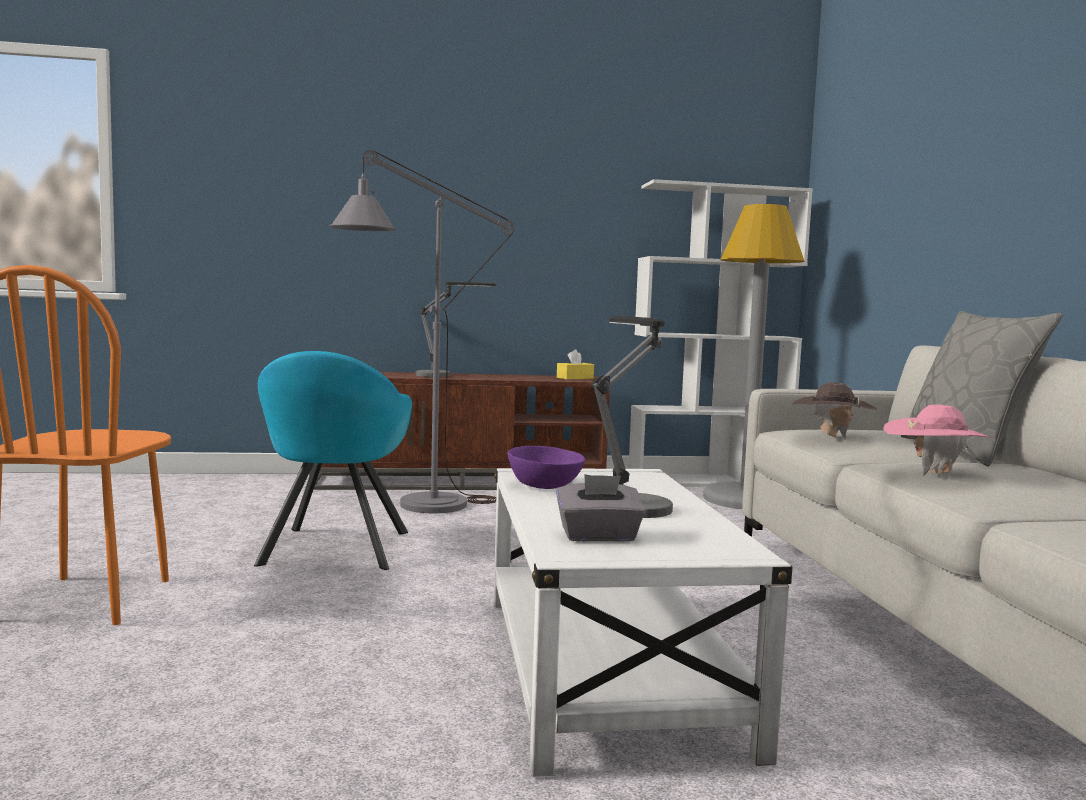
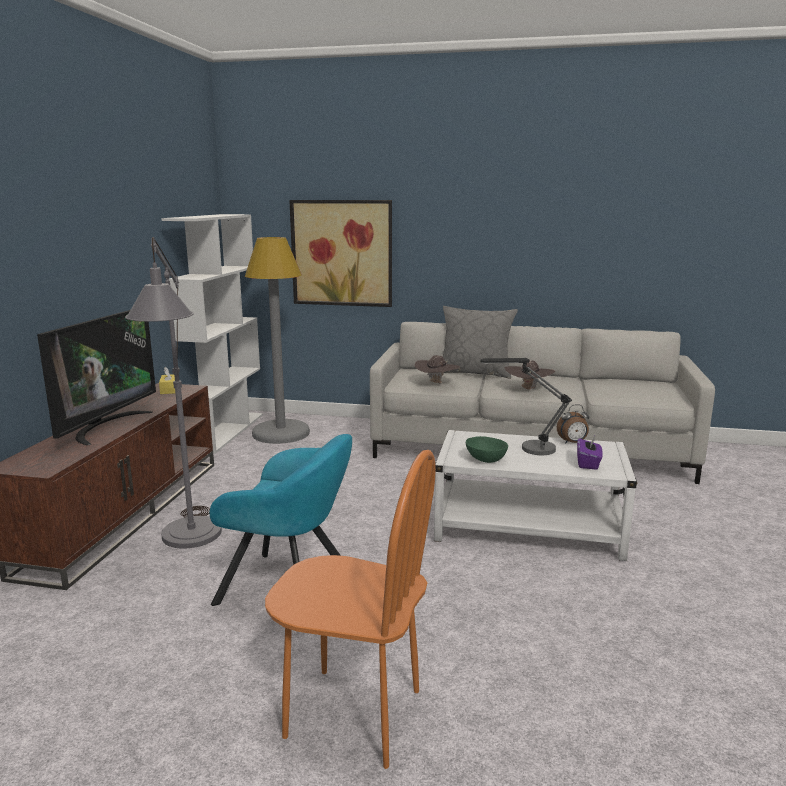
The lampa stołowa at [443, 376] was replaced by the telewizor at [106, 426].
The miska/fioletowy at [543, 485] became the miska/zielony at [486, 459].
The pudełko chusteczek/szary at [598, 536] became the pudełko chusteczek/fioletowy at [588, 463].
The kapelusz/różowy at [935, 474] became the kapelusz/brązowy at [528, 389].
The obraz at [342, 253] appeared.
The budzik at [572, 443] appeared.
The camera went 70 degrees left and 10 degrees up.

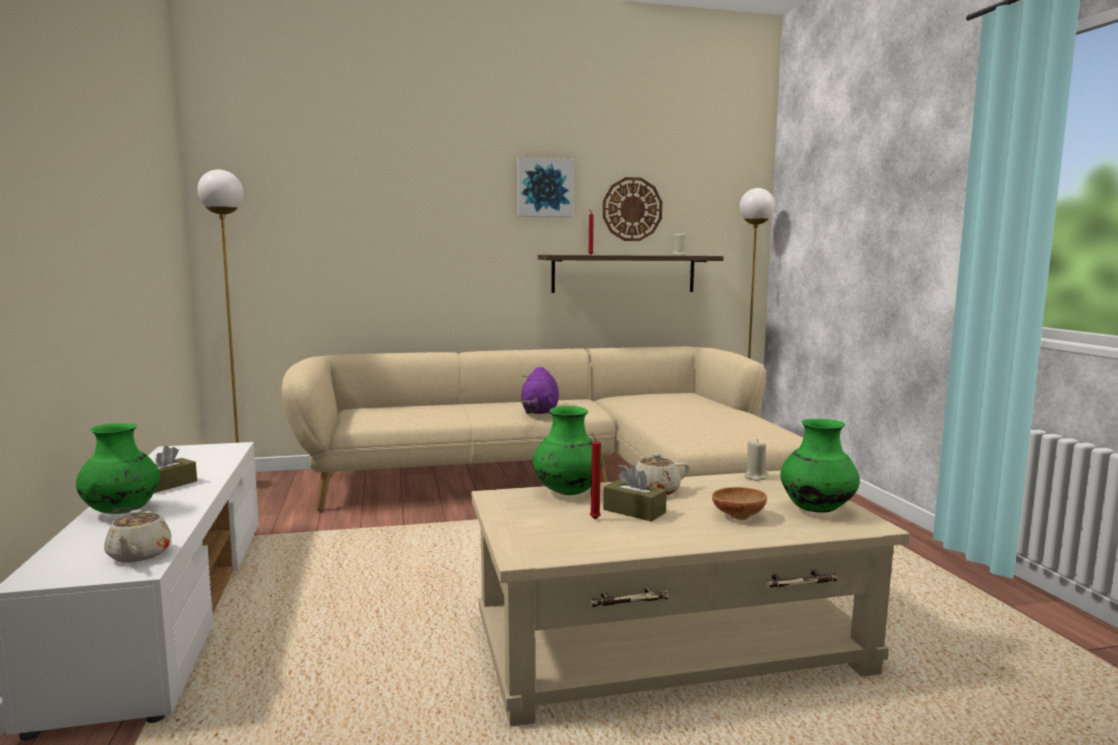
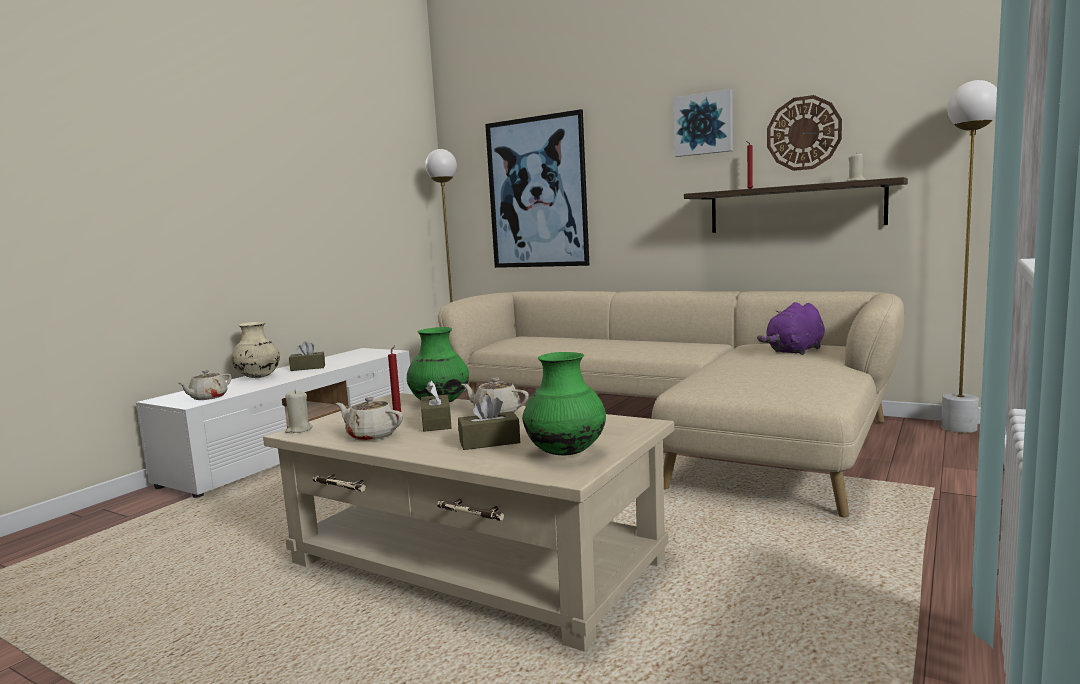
The wazon/zielony at [122, 511] became the wazon/beżowy at [258, 377].
The pluszak/fioletowy moved from [540, 412] to [794, 351].
The miska/brązowy at [737, 516] was replaced by the pudełko chusteczek/brązowy at [489, 442].
The świeca/beżowy moved from [755, 477] to [299, 430].
The imbryk/beżowy at [371, 436] appeared.
The obraz at [537, 193] appeared.
The camera went 45 degrees right and 0 degrees up.

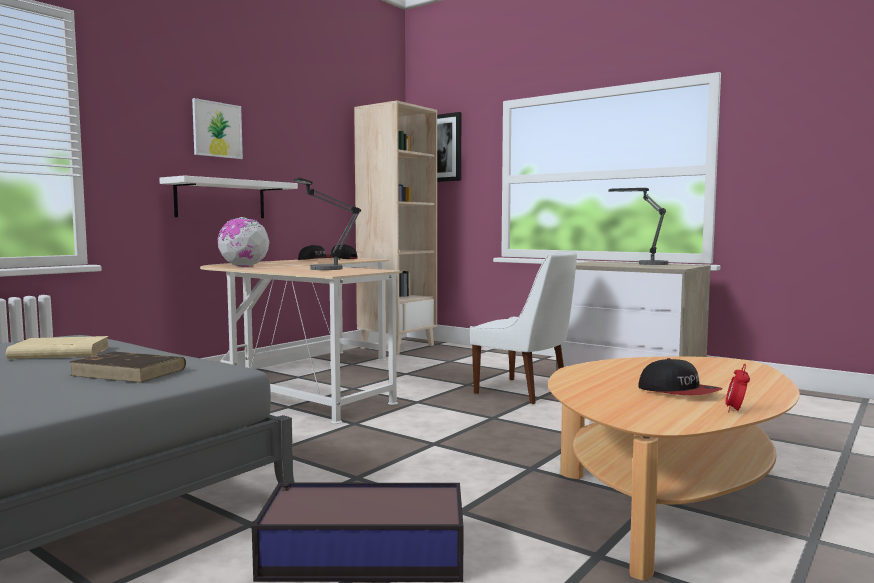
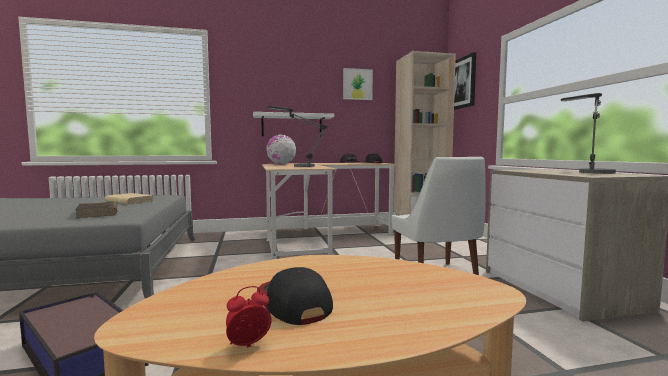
The obraz moved from [217, 130] to [357, 84].
The czapka z daszkiem at [678, 391] turned 150 degrees clockwise.
The camera went 40 degrees right and 0 degrees up.

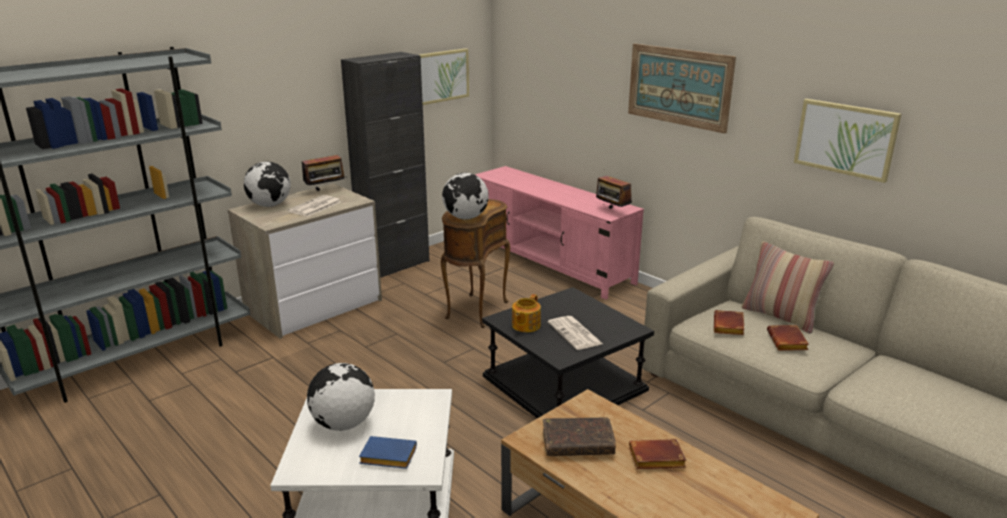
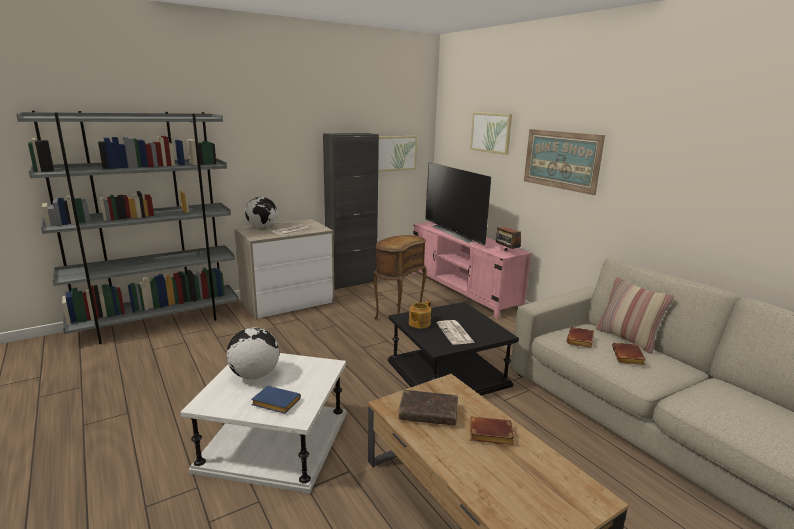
The radio at [325, 190] disappeared.
The globus at [465, 218] disappeared.
The obraz moved from [845, 139] to [491, 132].
The telewizor at [456, 233] appeared.
The camera went 10 degrees right and 5 degrees down.

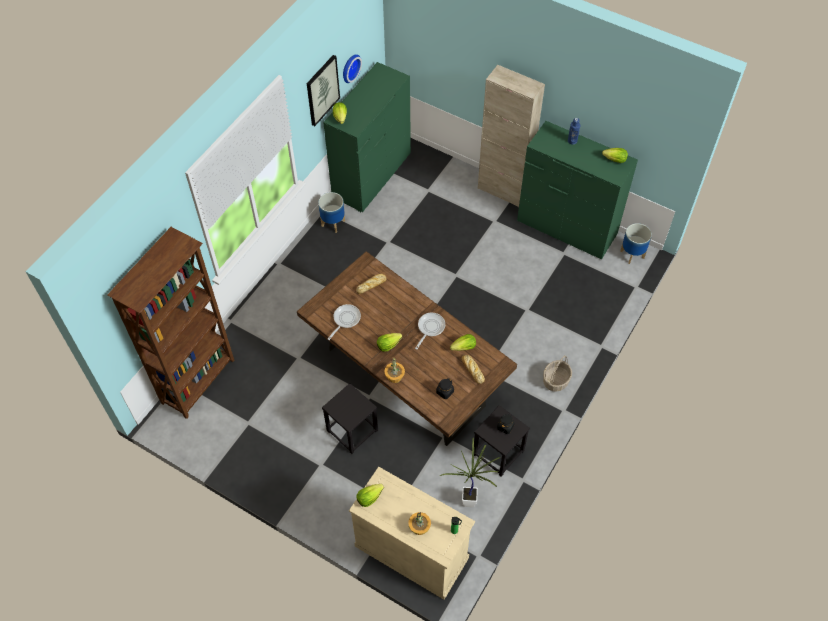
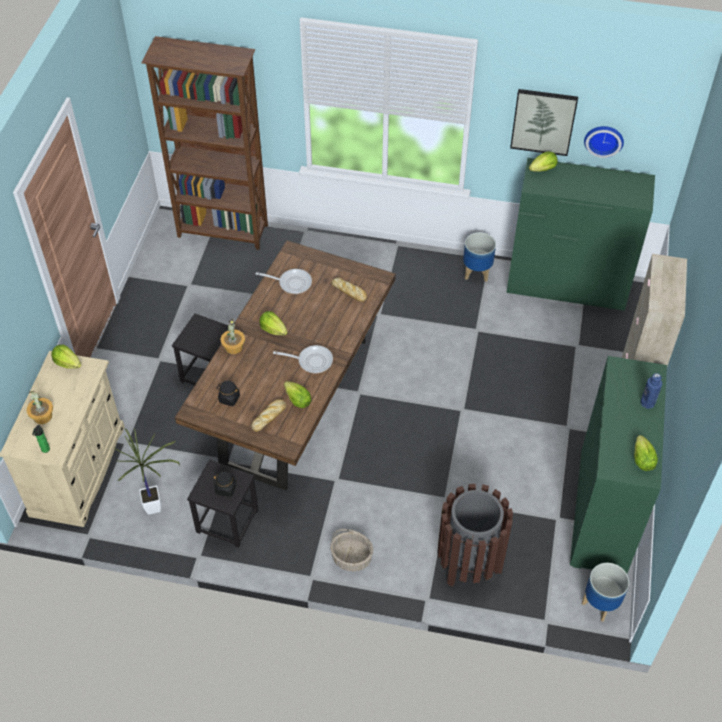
The kosz na śmieci/brązowy at [469, 562] appeared.
The camera went 70 degrees right and 5 degrees down.

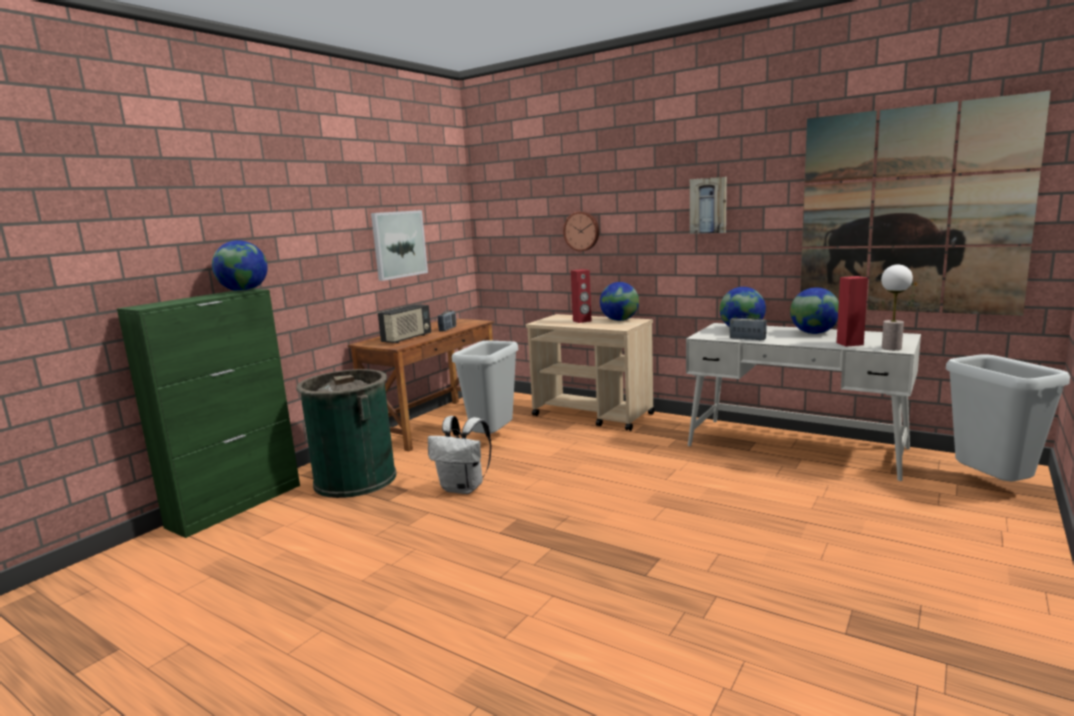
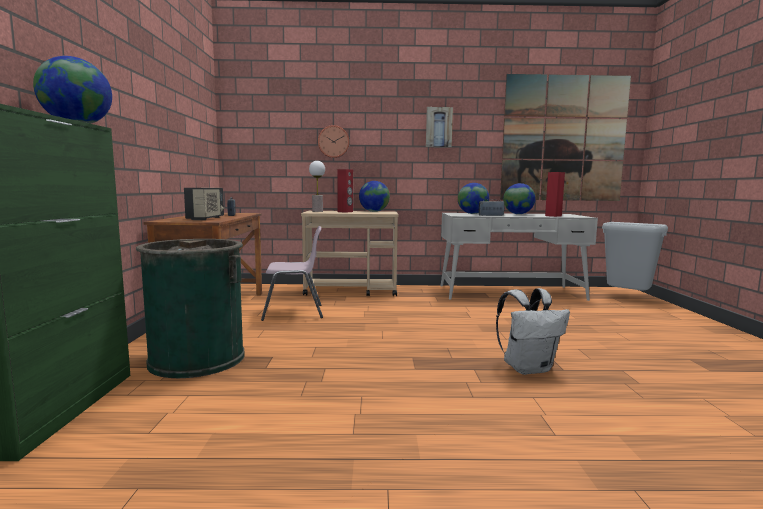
The obraz at [399, 244] disappeared.
The plecak/biały moved from [464, 488] to [528, 368].
The kosz na śmieci/szary at [493, 439] was replaced by the krzesło/różowy at [294, 312].
The lampa stołowa moved from [891, 348] to [317, 211].
The camera went 35 degrees left and 5 degrees down.

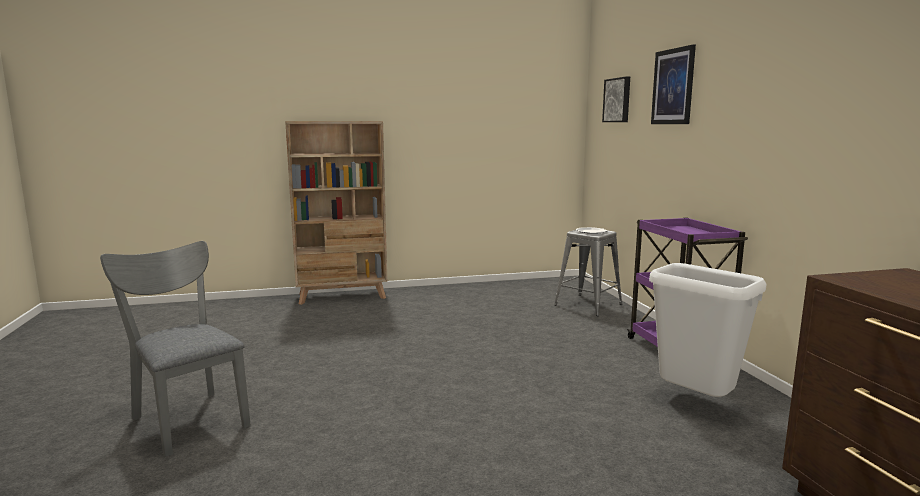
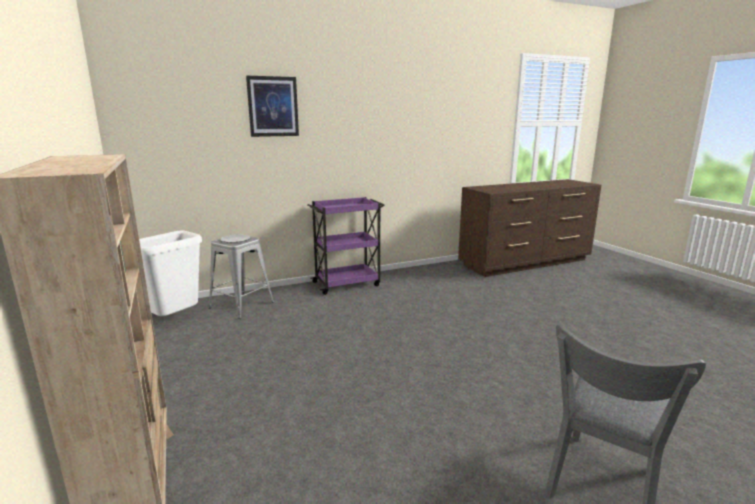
The obraz at [618, 100] disappeared.
The kosz na śmieci/biały moved from [696, 401] to [176, 319].
The camera went 100 degrees left and 5 degrees up.

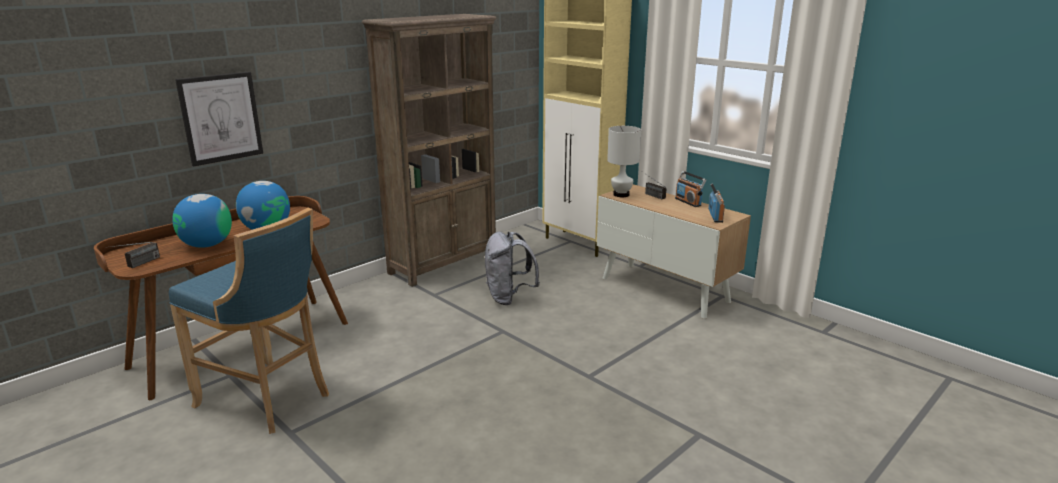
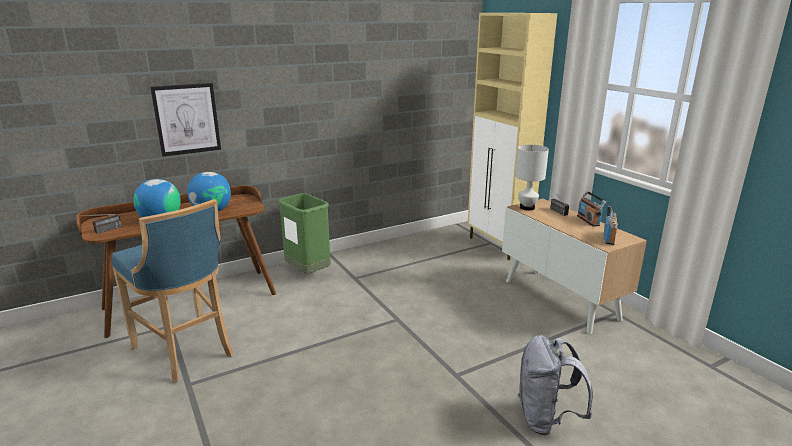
The regał/brązowy at [444, 263] disappeared.
The plecak/szary moved from [509, 298] to [546, 419].
The kosz na śmieci/zielony at [307, 272] appeared.
The camera went 15 degrees right and 0 degrees up.

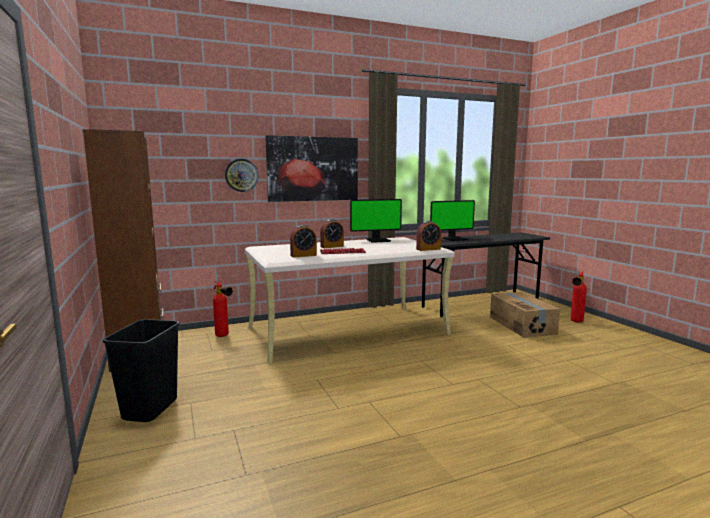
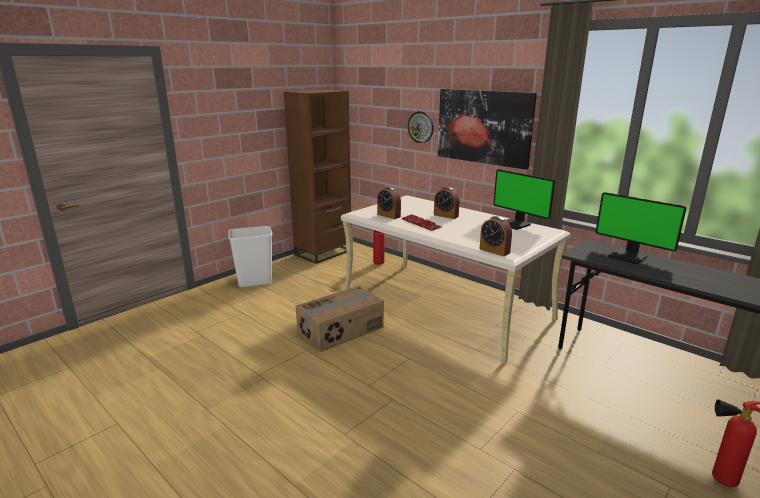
The kosz na śmieci/czarny at [149, 409] became the kosz na śmieci/biały at [255, 282].
The karton moved from [522, 325] to [341, 330].
The camera went 65 degrees right and 10 degrees up.

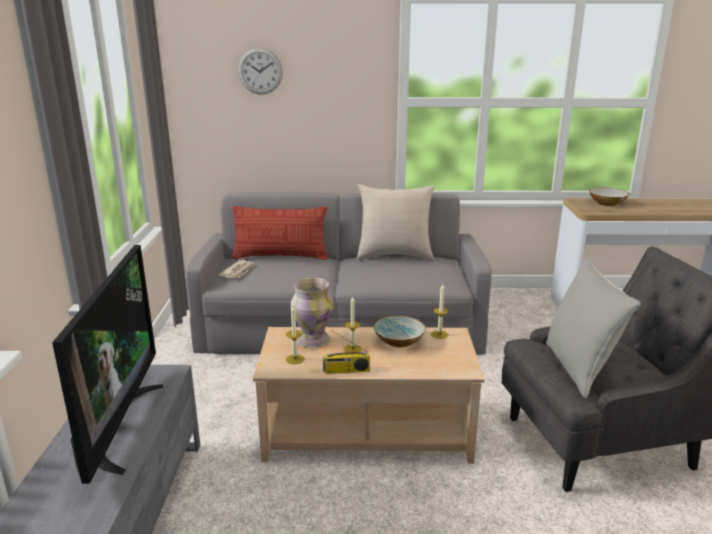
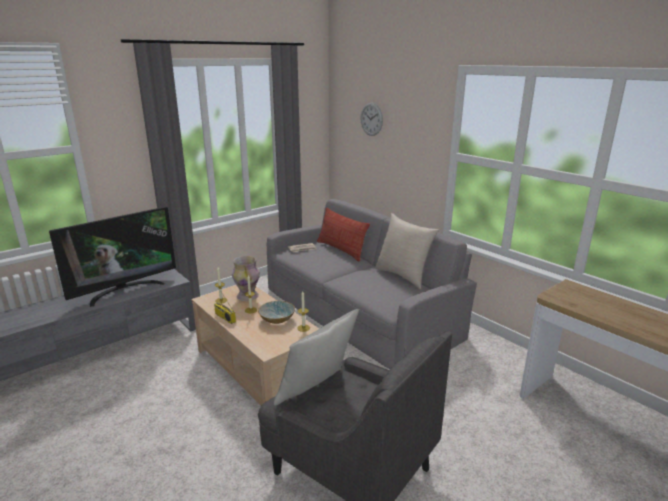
The miska at [606, 203] disappeared.
The camera went 50 degrees right and 0 degrees up.

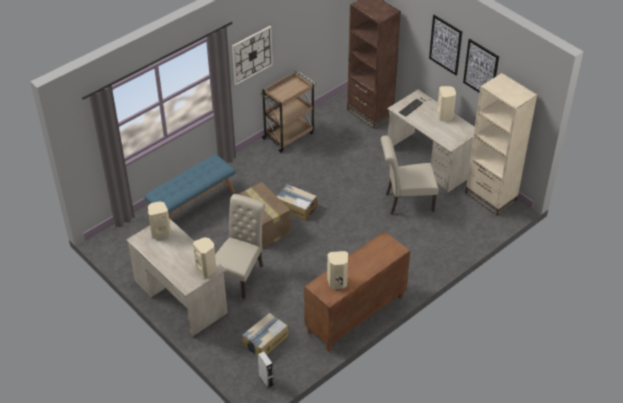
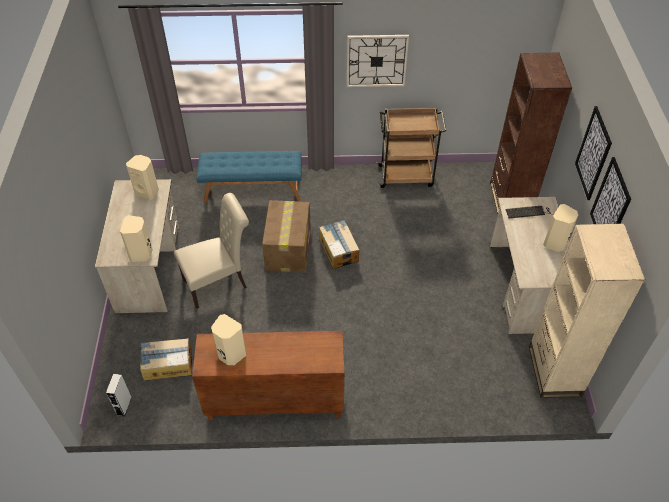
The krzesło/beżowy at [406, 202] disappeared.
The camera went 40 degrees right and 5 degrees up.

